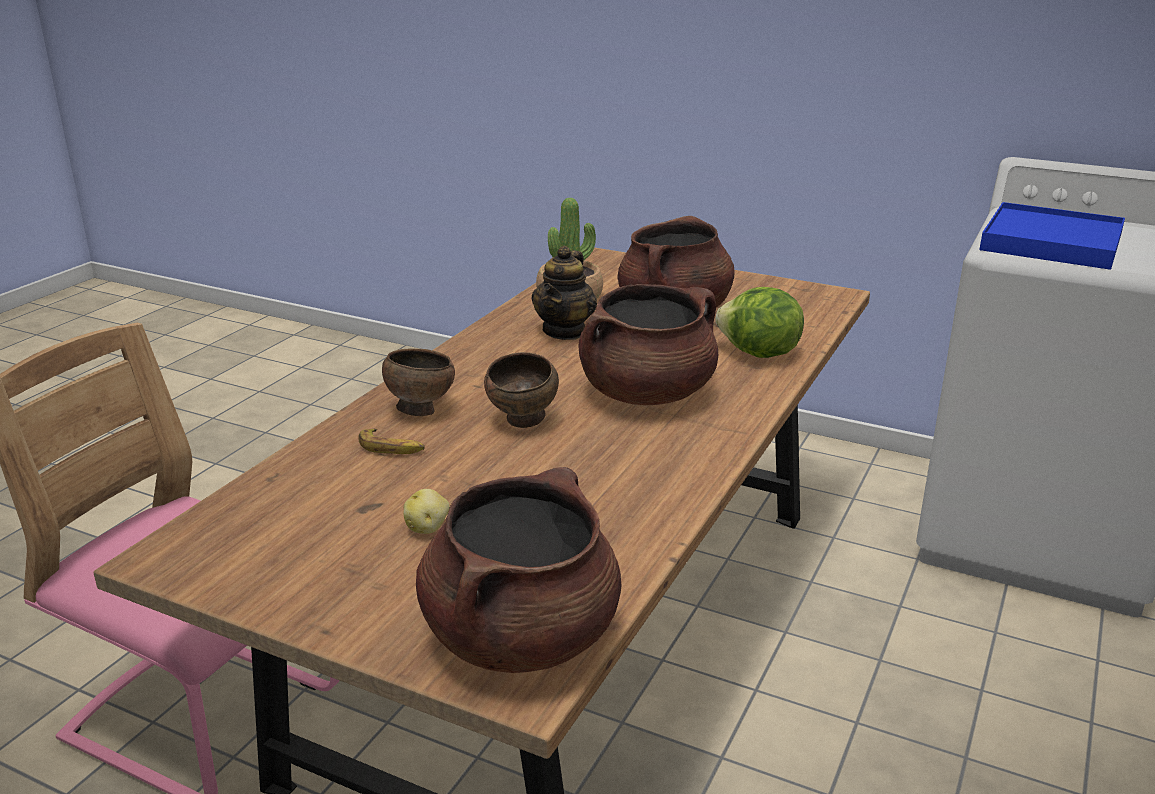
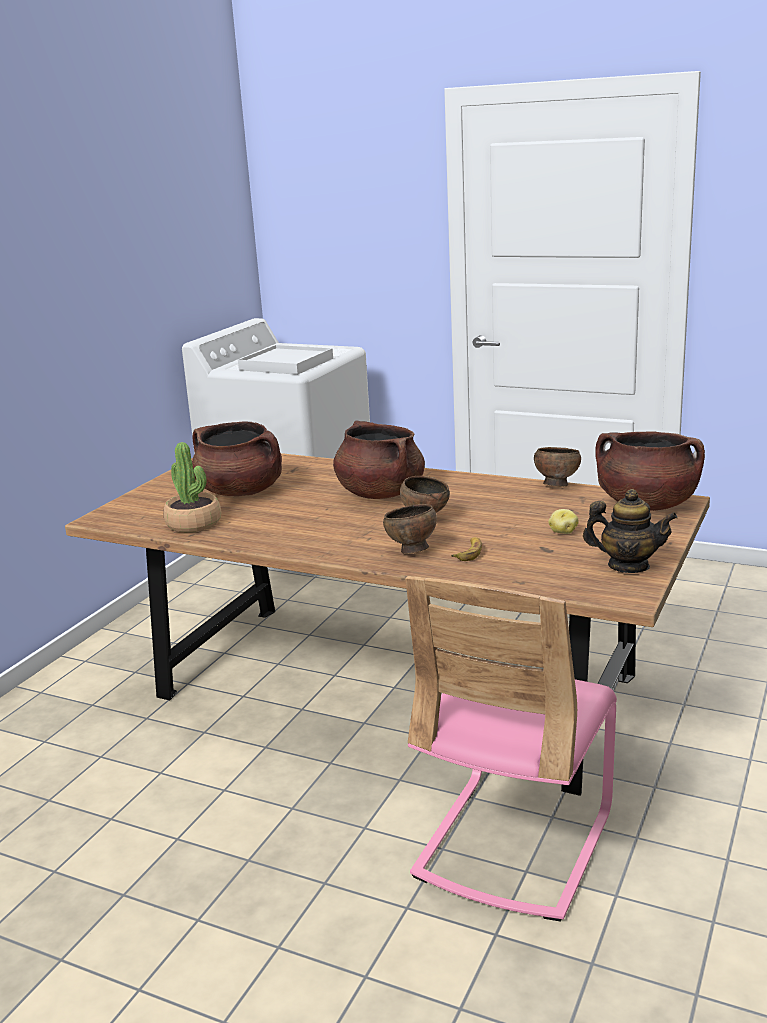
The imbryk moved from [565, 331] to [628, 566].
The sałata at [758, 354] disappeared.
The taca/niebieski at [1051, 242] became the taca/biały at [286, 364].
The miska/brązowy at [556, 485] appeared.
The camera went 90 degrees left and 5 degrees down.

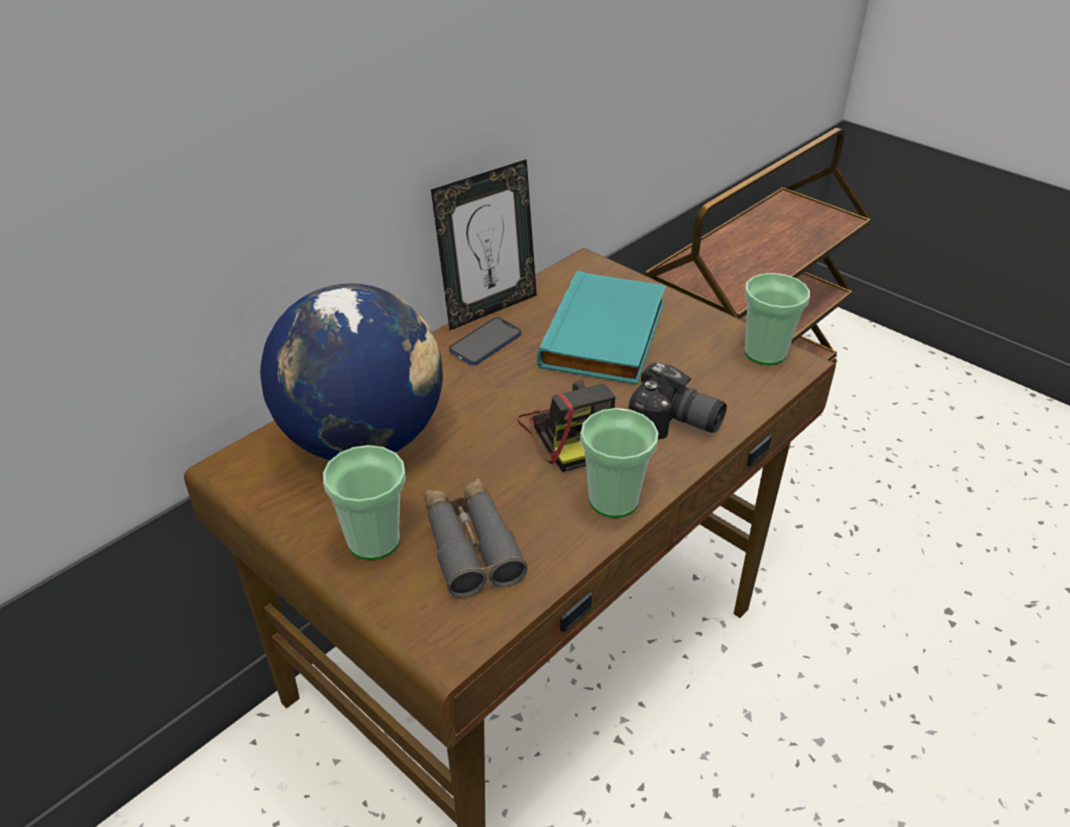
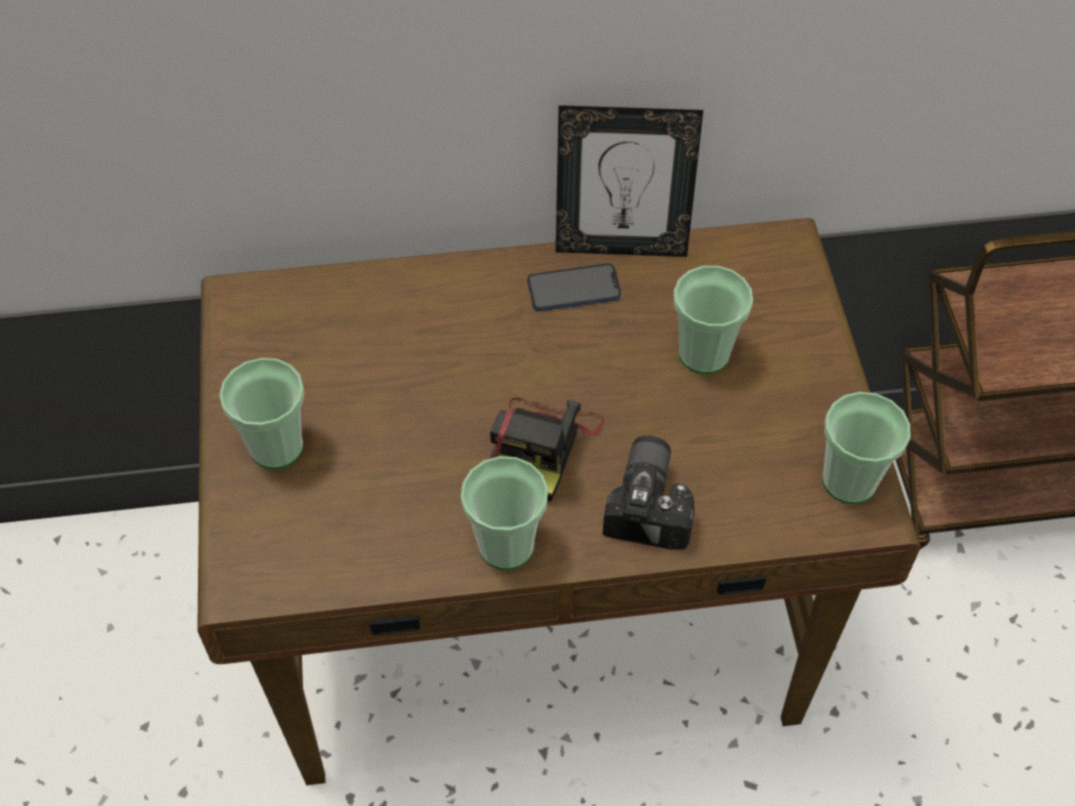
The globus at [363, 440] disappeared.
The lornetka/szary at [470, 545] disappeared.
The książka/turkusowy at [607, 336] was replaced by the filiżanka at [704, 354].
The aparat fotograficzny at [674, 424] turned 150 degrees counterclockwise.
The camera went 40 degrees right and 15 degrees up.

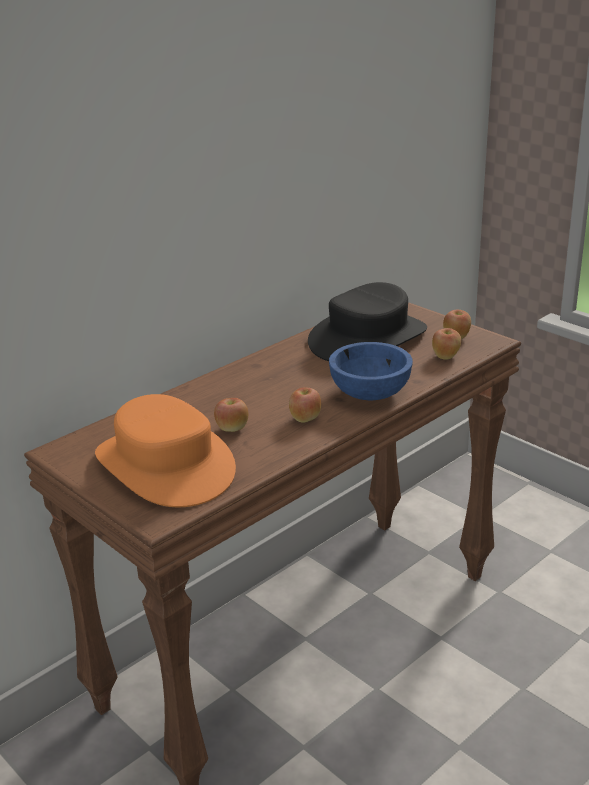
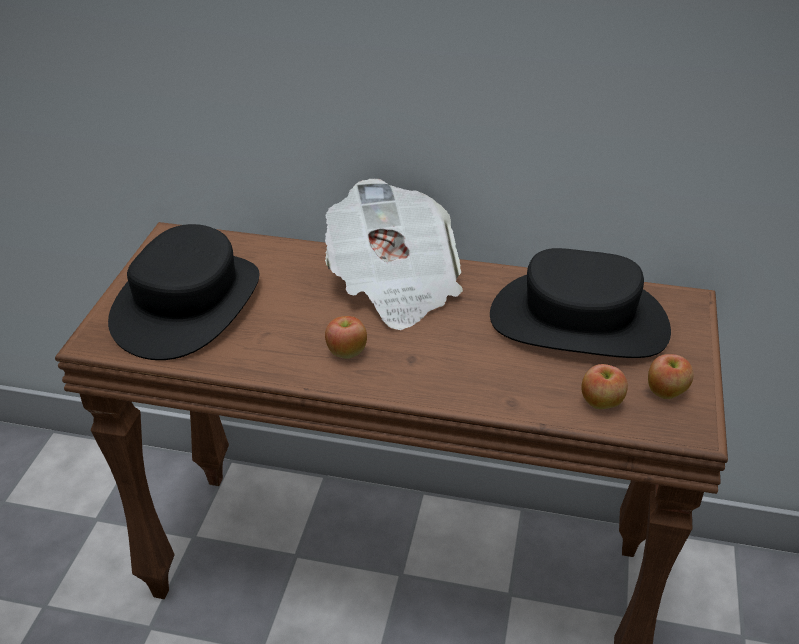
The kapelusz/pomarańczowy at [166, 465] became the kapelusz/czarny at [188, 304].
The jabłko at [232, 429] disappeared.
The miska/niebieski at [371, 393] disappeared.
The gazeta at [394, 285] appeared.
The camera went 55 degrees right and 10 degrees up.

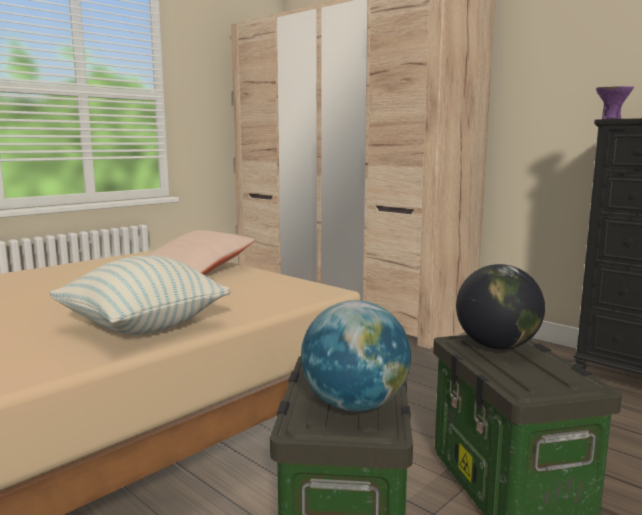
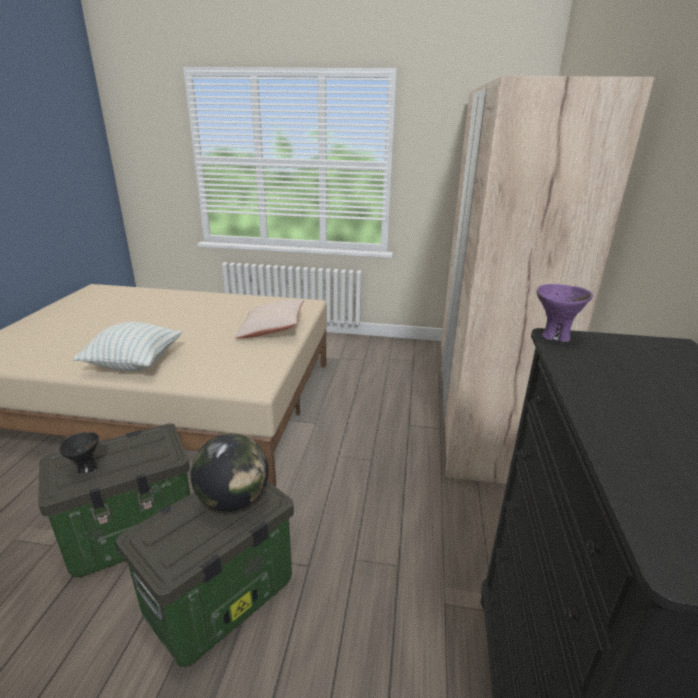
The globus at [355, 405] was replaced by the miska/czarny at [87, 469].
The camera went 55 degrees right and 15 degrees up.

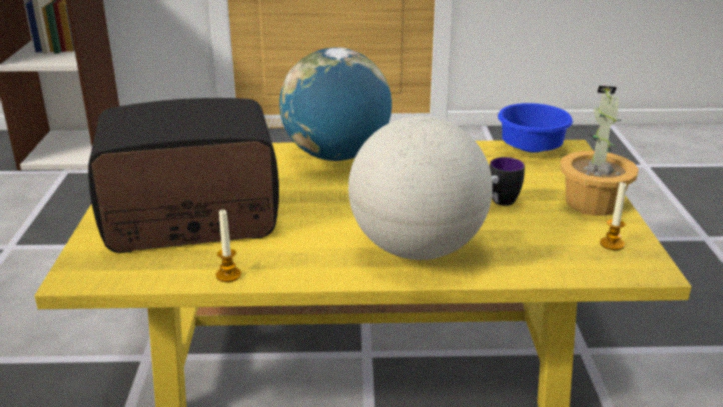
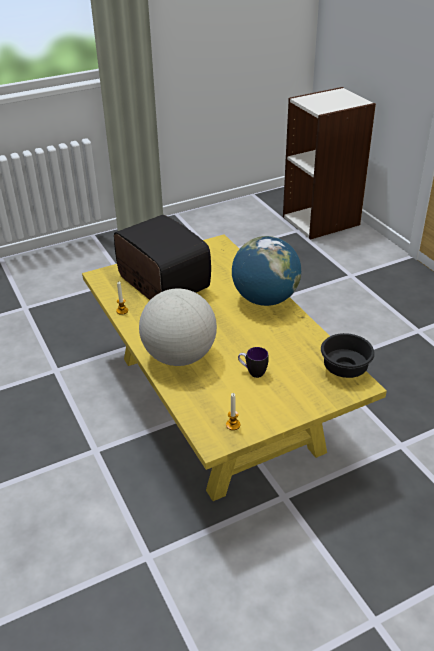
The miska/niebieski at [533, 149] became the miska/czarny at [345, 370].
The roślina doniczkowa at [593, 203] disappeared.
The camera went 65 degrees right and 10 degrees up.

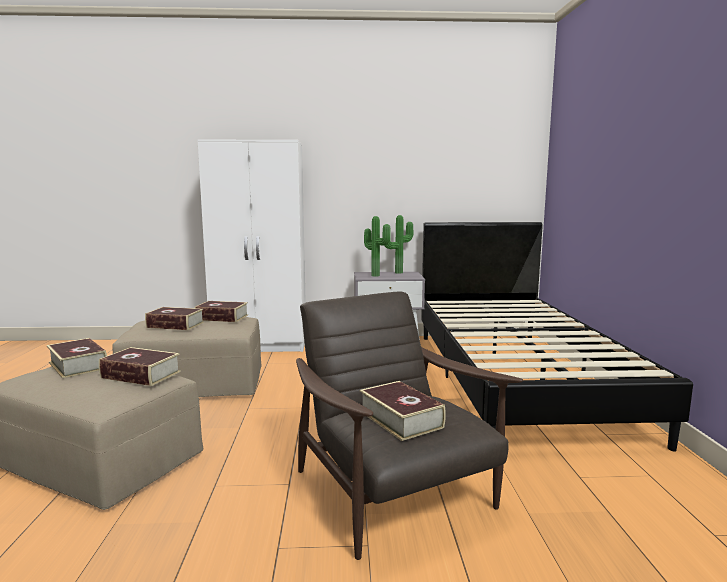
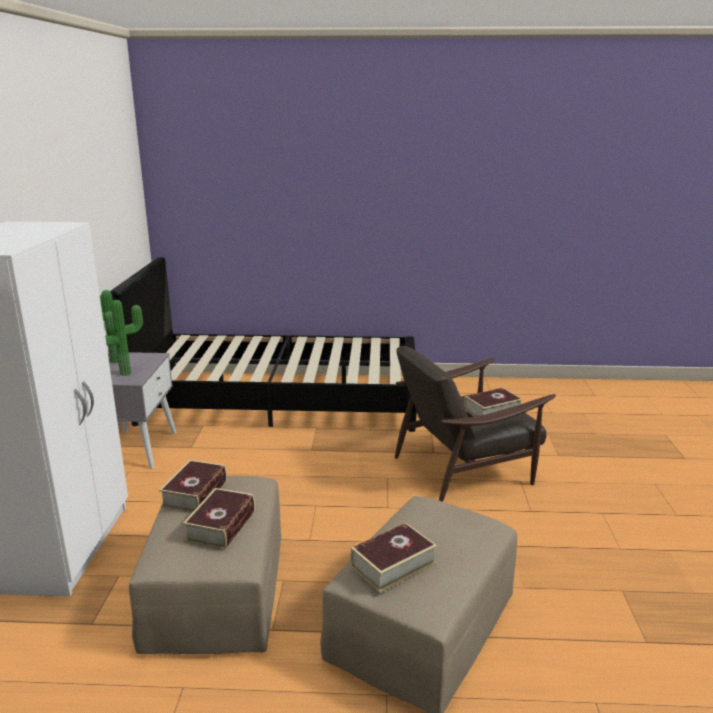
The książka at [141, 375] disappeared.
The camera went 85 degrees left and 10 degrees up.

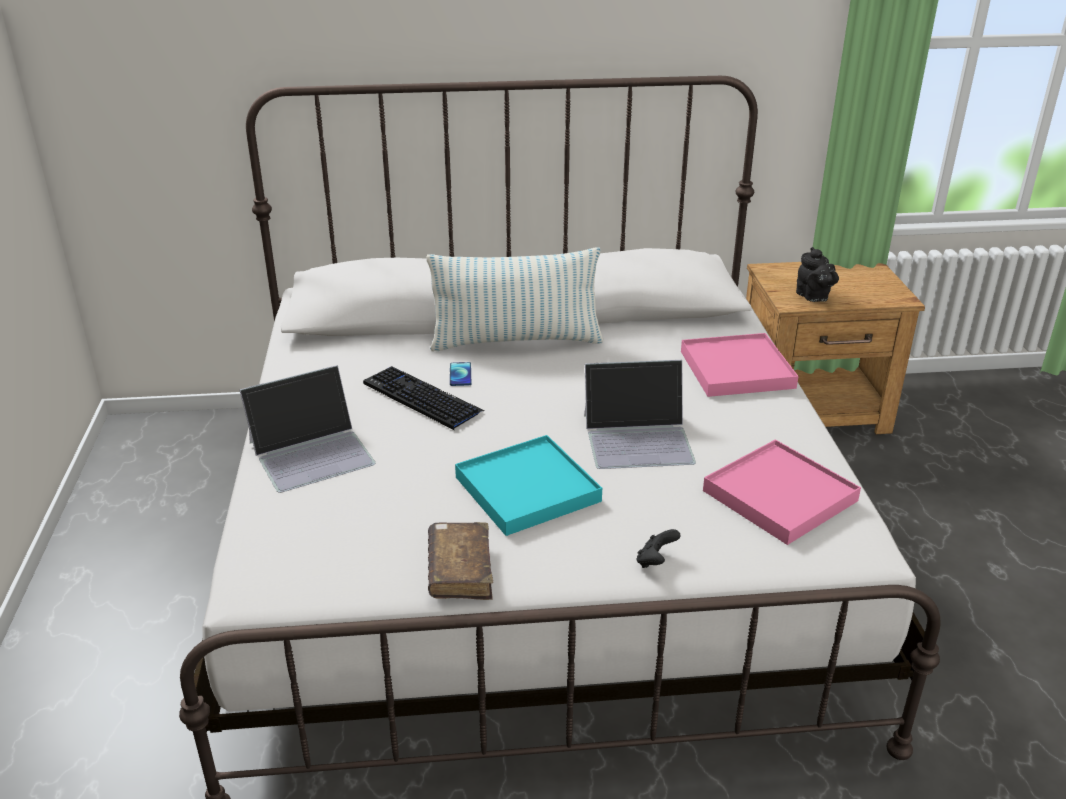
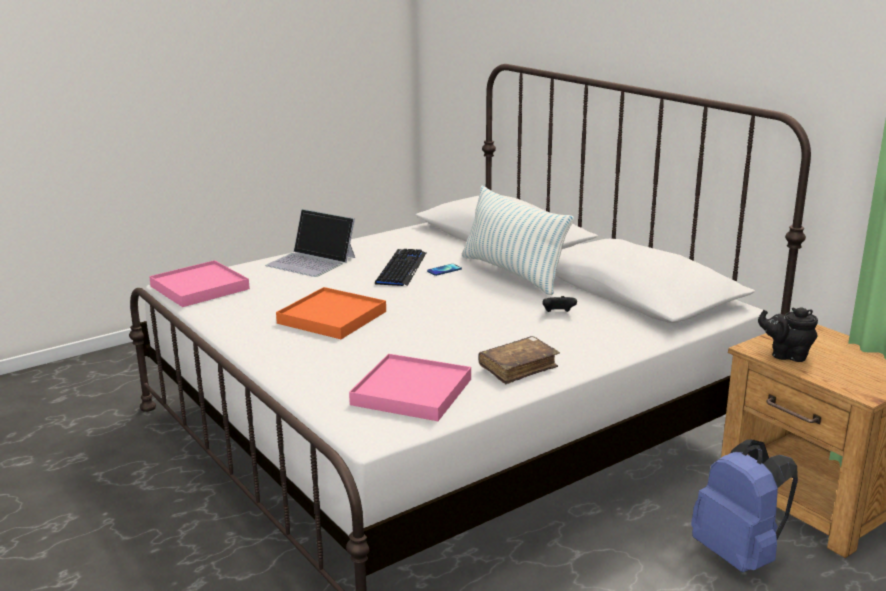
The książka/brązowy moved from [460, 570] to [518, 368].
The taca/turkusowy at [527, 489] became the taca/pomarańczowy at [331, 317].
The laptop at [638, 438] disappeared.
The pad do gier/czarny moved from [655, 561] to [558, 313].
The taca/różowy moved from [736, 370] to [199, 288].
The imbryk/czarny at [813, 297] turned 75 degrees clockwise.
The plecak/niebieski at [739, 555] appeared.
The camera went 60 degrees right and 10 degrees down.

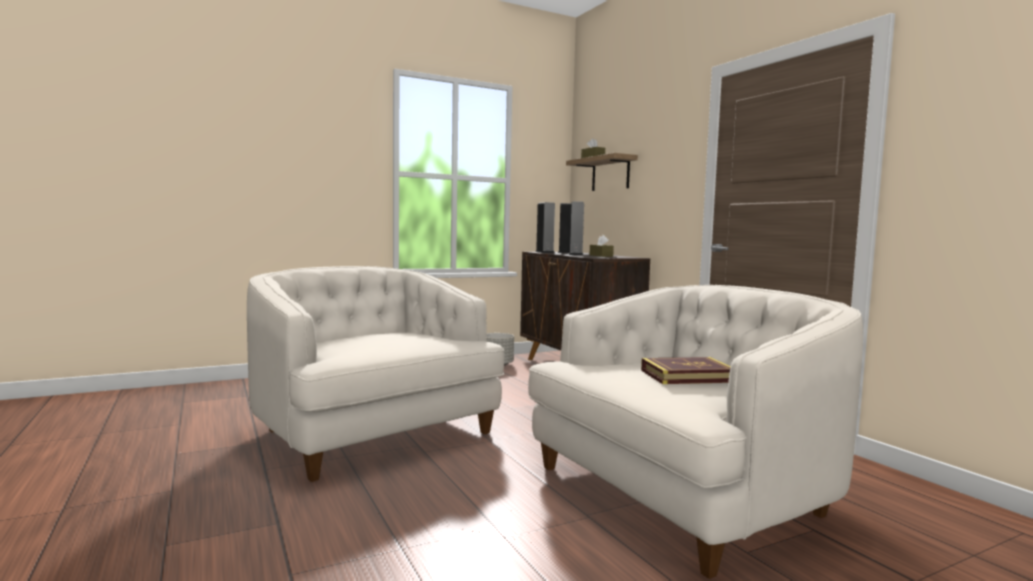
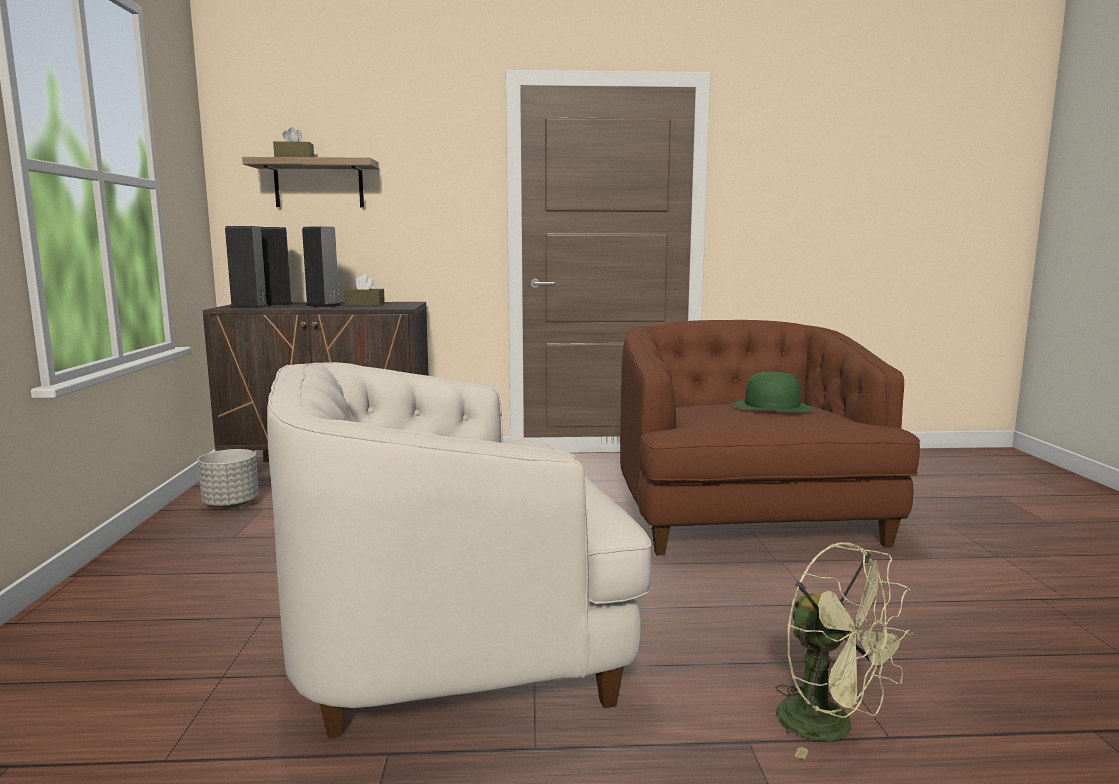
The fotel/biały at [679, 493] became the fotel/brązowy at [745, 519].
The książka at [687, 376] was replaced by the kapelusz/zielony at [772, 407].
The wentylator/zielony at [830, 727] appeared.
The camera went 65 degrees left and 5 degrees up.

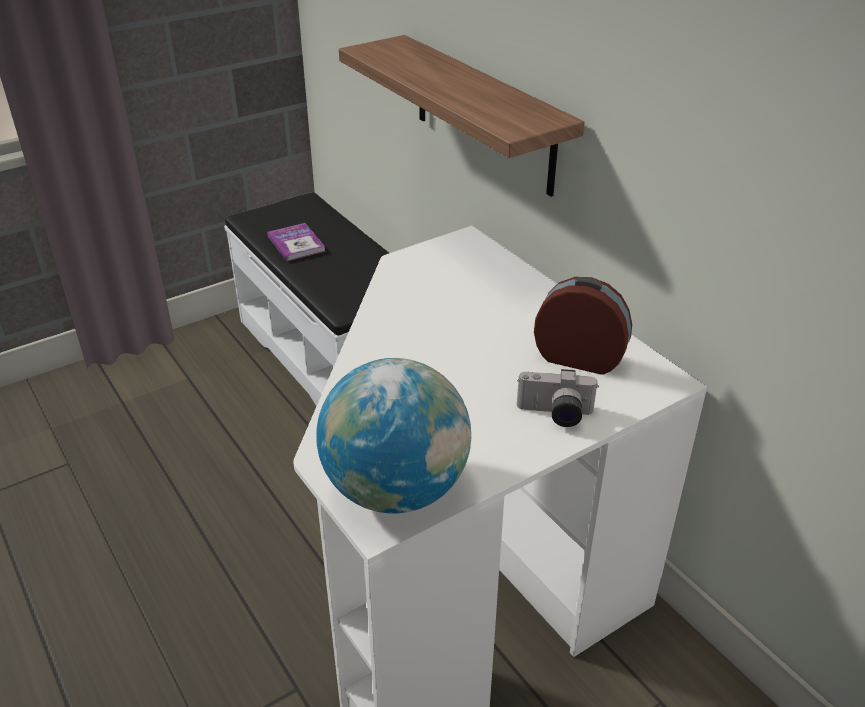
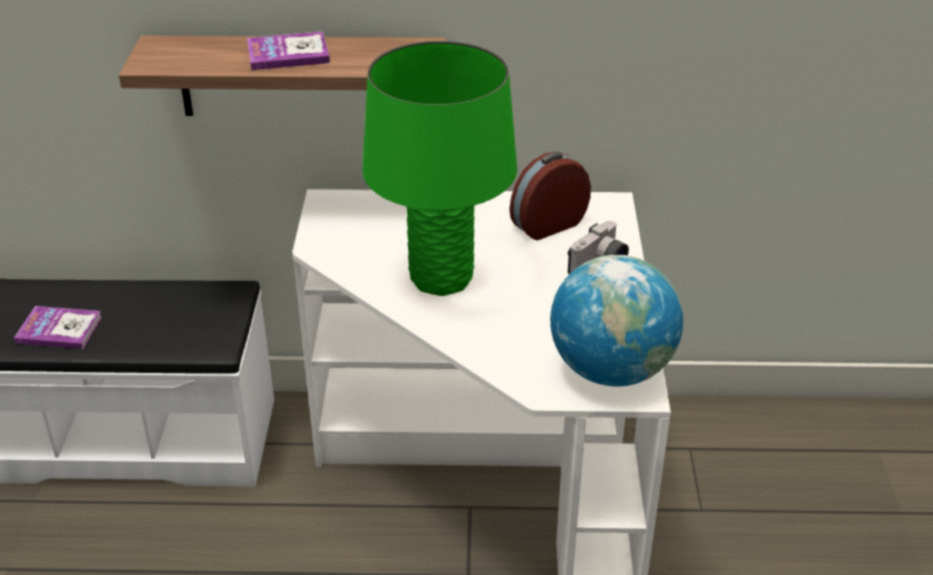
The książka at [288, 54] appeared.
The lampa stołowa/zielony at [441, 279] appeared.
The camera went 55 degrees left and 0 degrees up.

